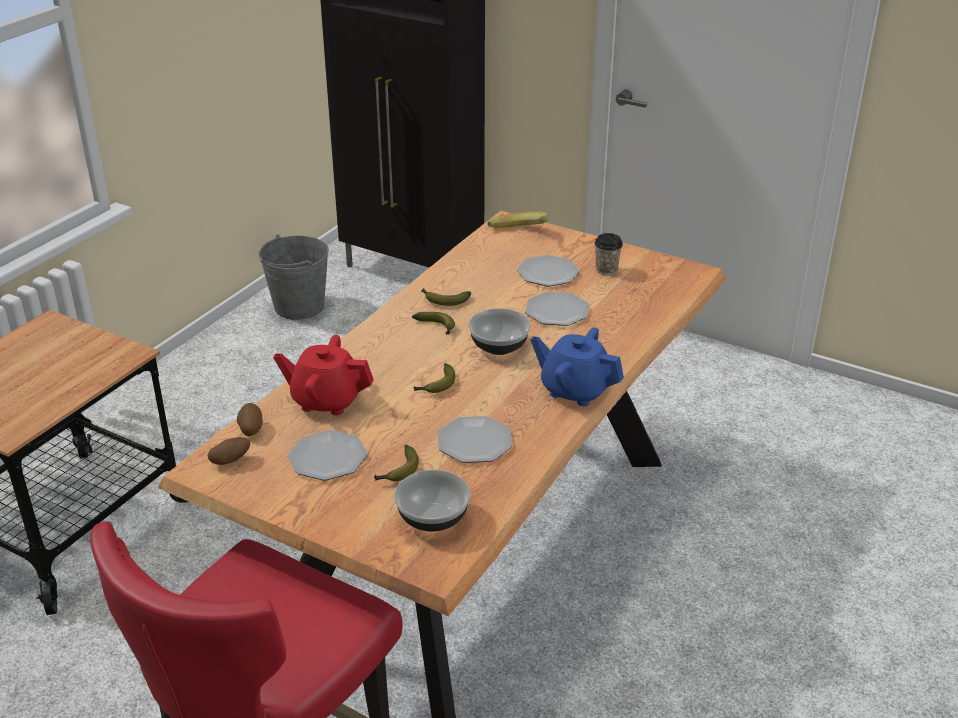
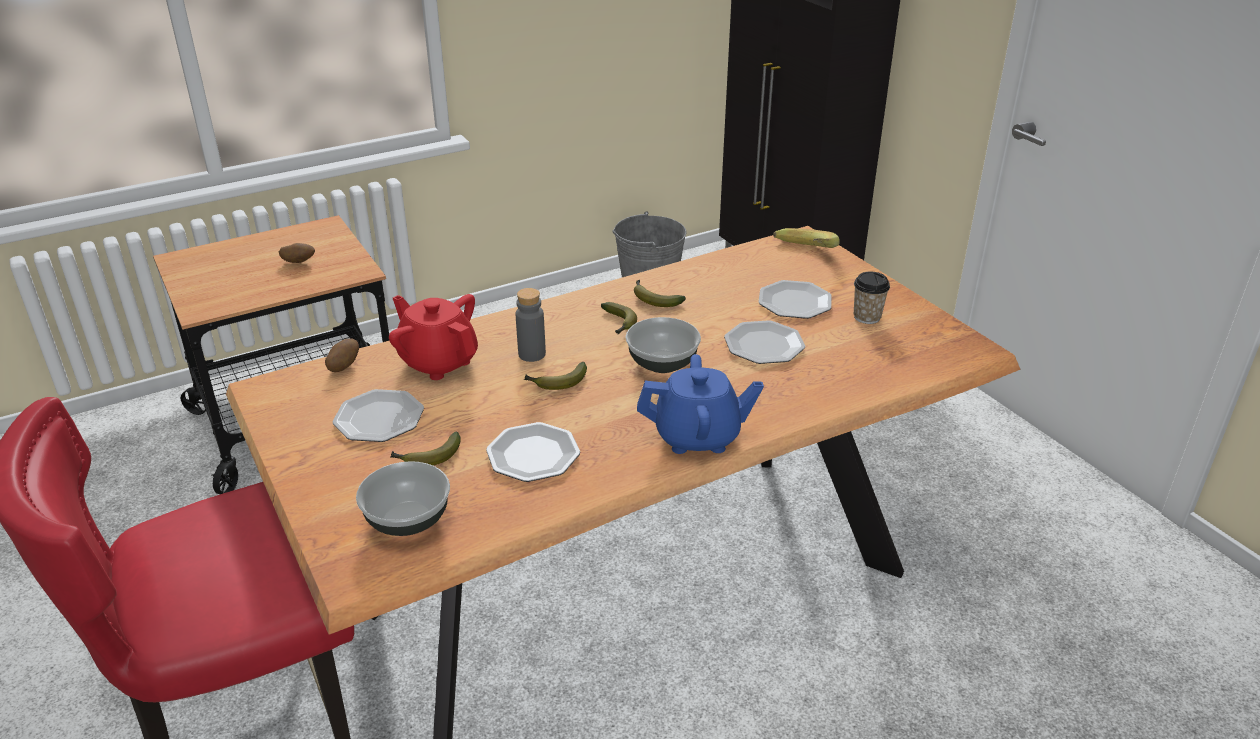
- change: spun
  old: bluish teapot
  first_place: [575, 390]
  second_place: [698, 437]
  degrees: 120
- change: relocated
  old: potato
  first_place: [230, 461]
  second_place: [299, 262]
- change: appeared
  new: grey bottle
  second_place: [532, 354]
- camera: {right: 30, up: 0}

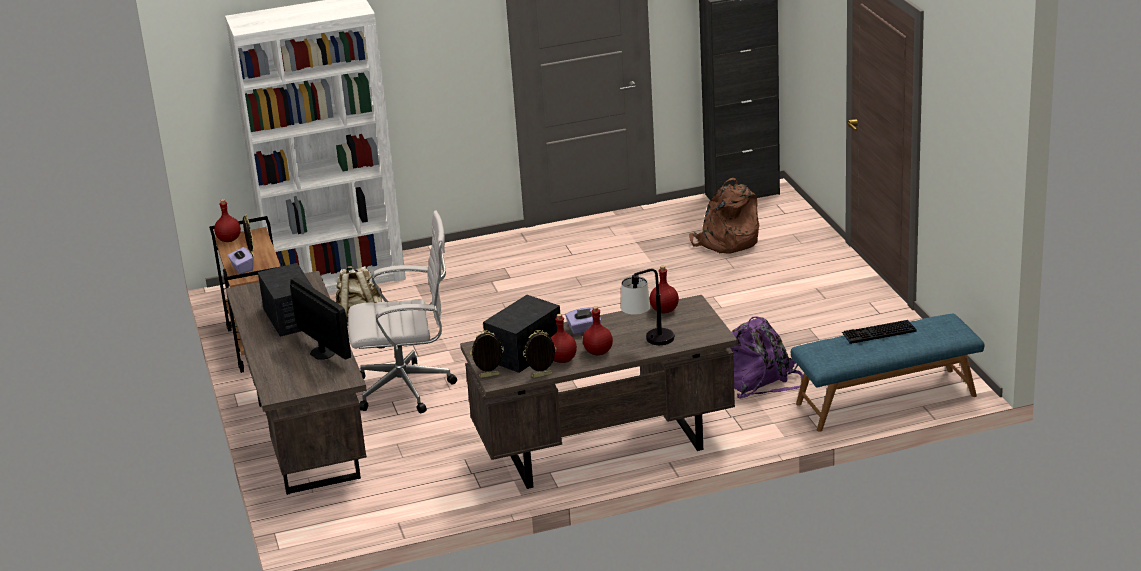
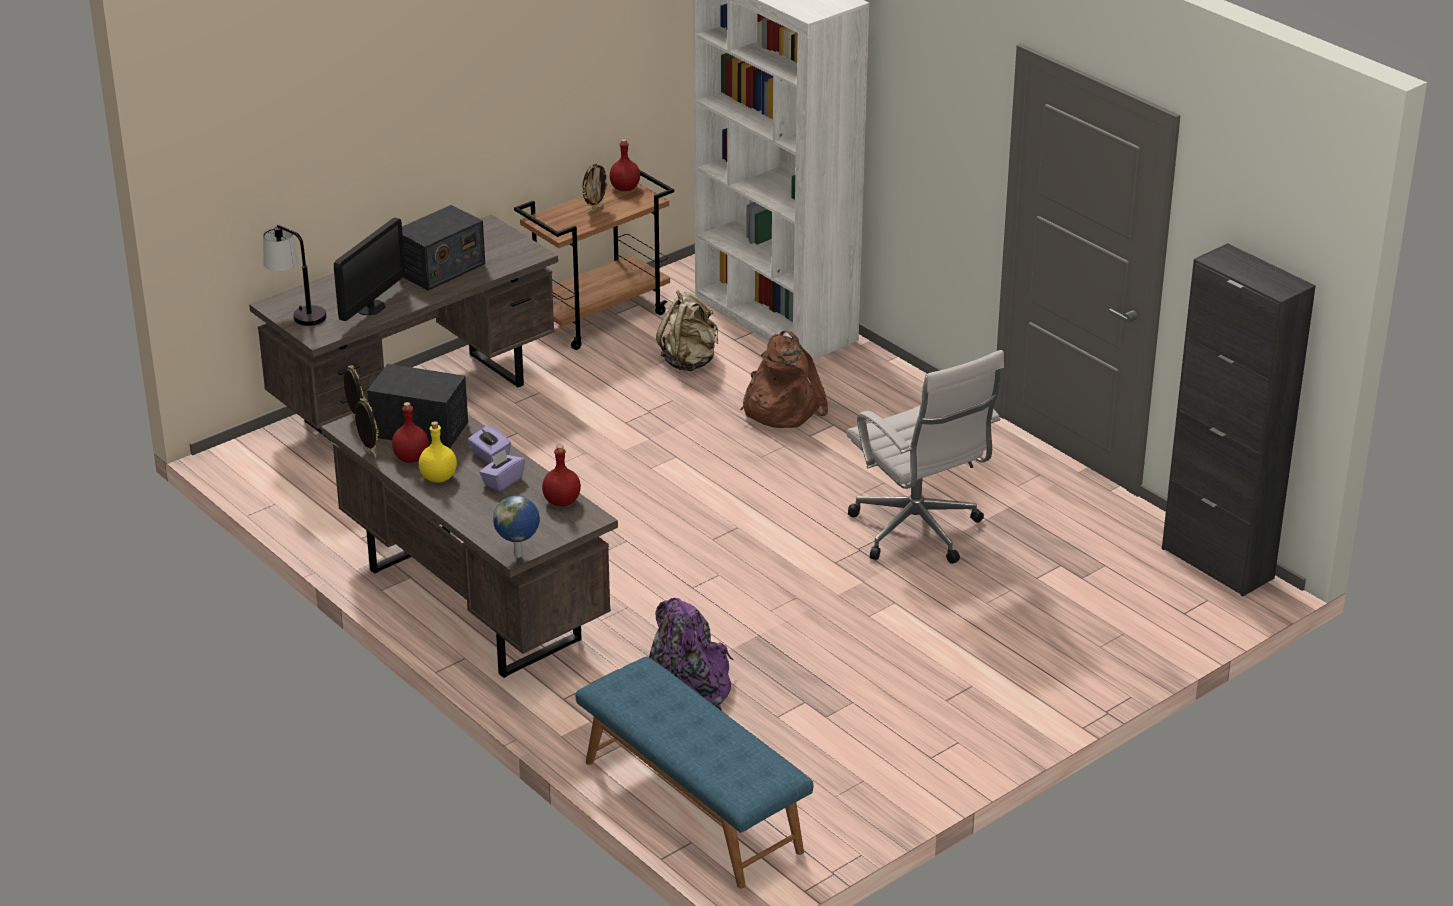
- change: relocated
  old: brown-coloured knapsack
  first_place: [726, 242]
  second_place: [780, 408]
- change: relocated
  old: whitish computer chair
  first_place: [409, 389]
  second_place: [919, 533]
- change: relocated
  old: purple tissue holder
  first_place: [242, 268]
  second_place: [502, 481]
- change: relocated
  old: table lamp
  first_place: [649, 343]
  second_place: [297, 313]
- change: colour
  old: reddish bottle
  new: yellow-coloured bottle
  first_place: [597, 352]
  second_place: [438, 477]
- change: missing
  old: computer keyboard
  first_place: [878, 332]
- change: appeared
  new: globe
  second_place: [519, 555]
- camera: {right: 65, up: 5}

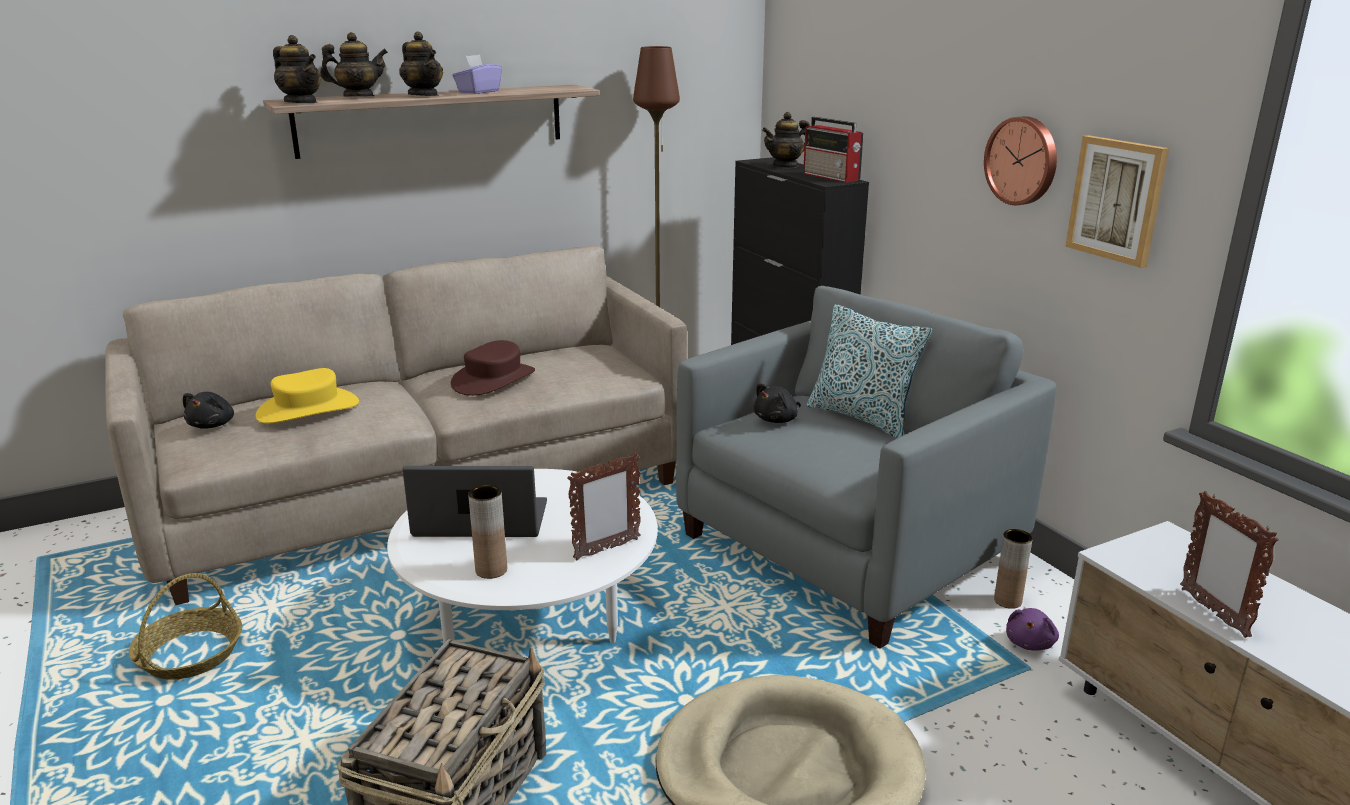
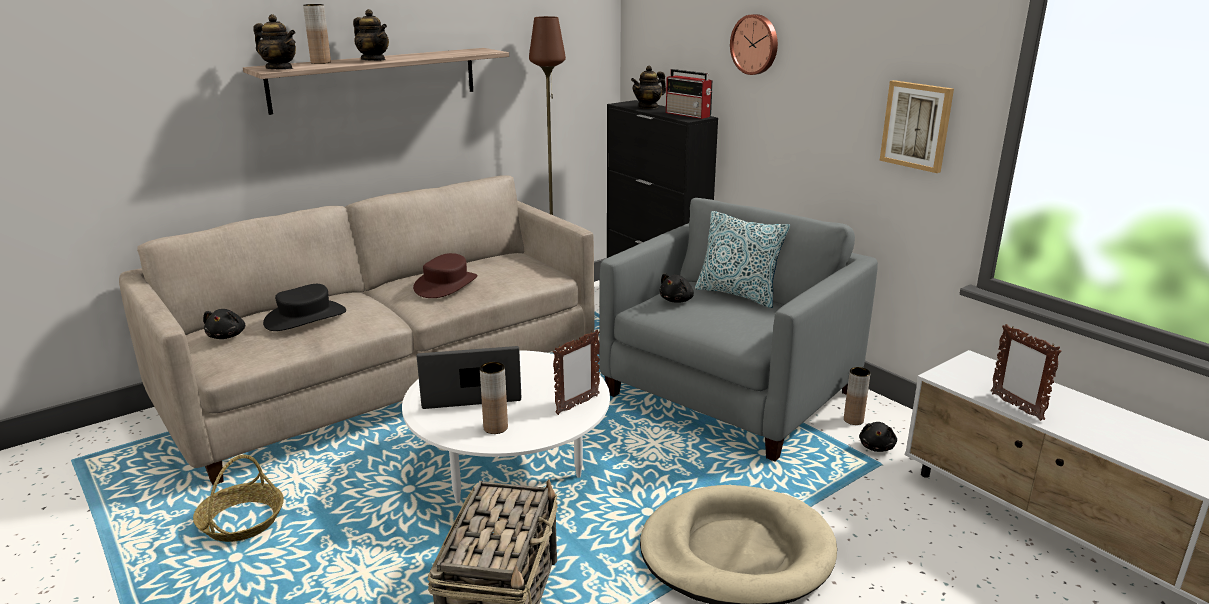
- change: exchanged
  old: teapot
  new: brown-coloured vase
  first_place: [358, 96]
  second_place: [321, 62]
- change: missing
  old: purple tissue holder
  first_place: [478, 92]
- change: relocated
  old: wall clock
  first_place: [1023, 160]
  second_place: [755, 44]
- change: colour
  old: yellow-coloured wearable hat
  new: black wearable hat
  first_place: [308, 409]
  second_place: [305, 317]
- change: colour
  old: purple soft toy
  new: black soft toy
  first_place: [1030, 643]
  second_place: [876, 447]
- camera: {right: -10, up: 0}

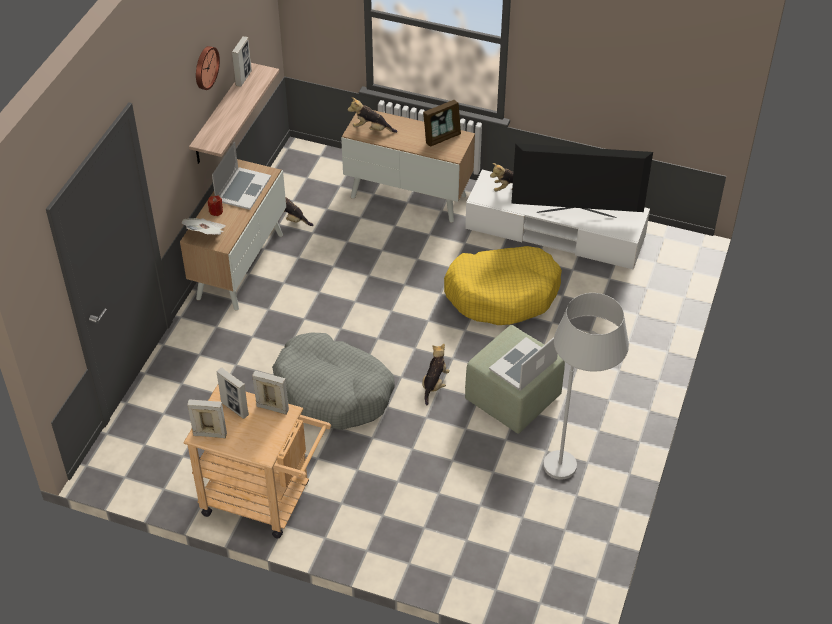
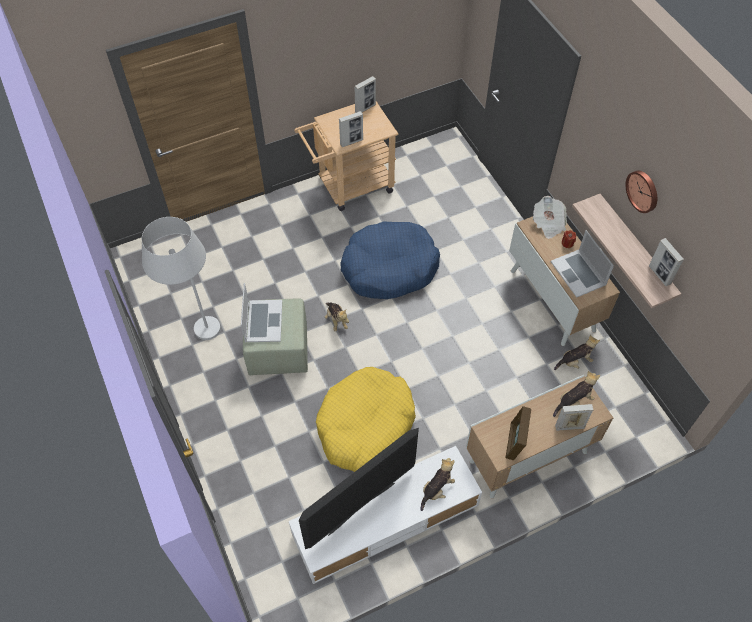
- change: colour
  old: grey dog bed
  new: bluish dog bed
  first_place: [333, 391]
  second_place: [389, 268]
- change: relocated
  old: picture frame
  first_place: [235, 409]
  second_place: [569, 427]
- camera: {right: 135, up: 10}

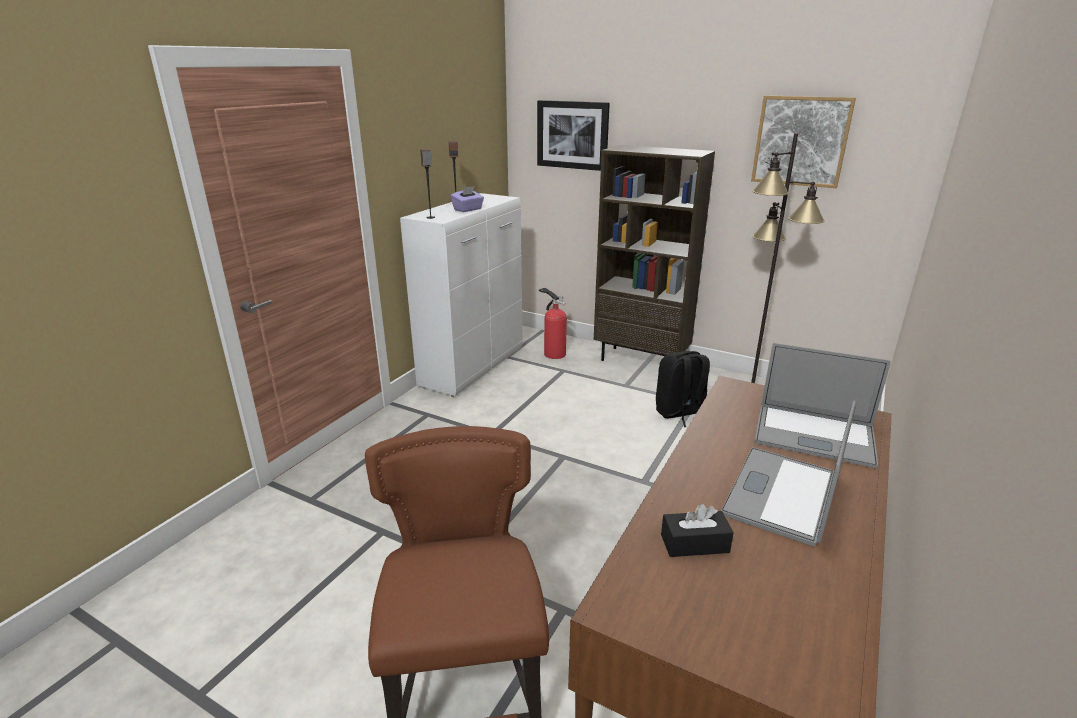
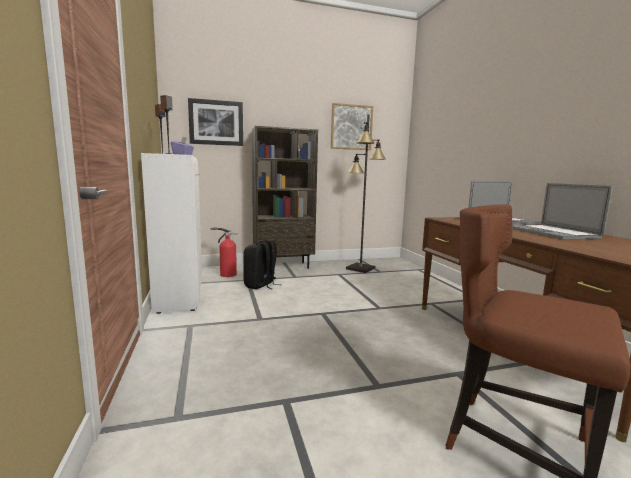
- change: relocated
  old: black knapsack
  first_place: [680, 413]
  second_place: [261, 285]
- change: missing
  old: black tissue holder
  first_place: [694, 543]
- camera: {right: -45, up: -15}

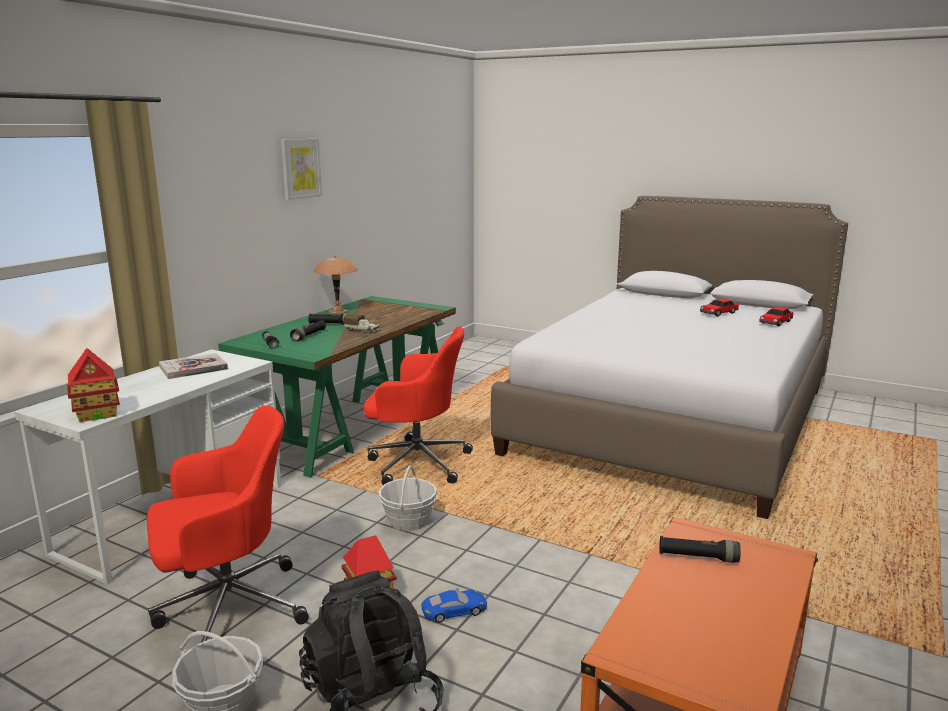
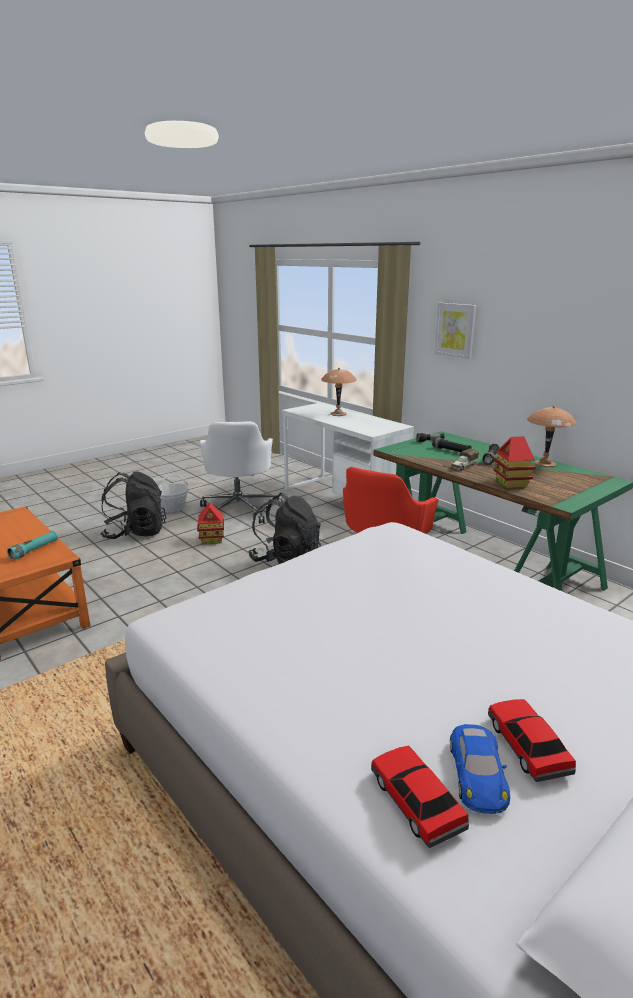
- change: relocated
  old: wall art
  first_place: [300, 168]
  second_place: [455, 330]
- change: relocated
  old: miniature house
  first_place: [97, 414]
  second_place: [511, 483]
- change: missing
  old: book
  first_place: [193, 368]
- change: colour
  old: reddish computer chair
  new: whitish computer chair
  first_place: [227, 607]
  second_place: [239, 510]
- change: exchanged
  old: storage basket
  new: black knapsack
  first_place: [408, 521]
  second_place: [286, 560]
- change: colour
  old: black hand torch
  new: blue-green hand torch
  first_place: [698, 557]
  second_place: [34, 550]
- change: relocated
  old: bluish toy car
  first_place: [454, 610]
  second_place: [477, 773]
- change: appeared
  new: brown-coloured table lamp
  second_place: [338, 414]
- camera: {right: 110, up: 5}

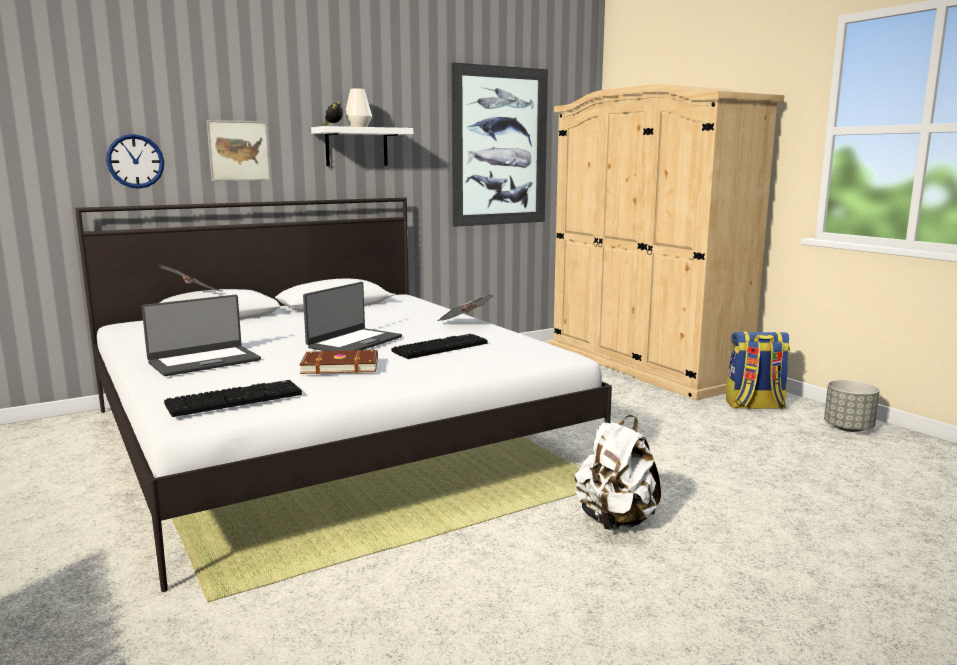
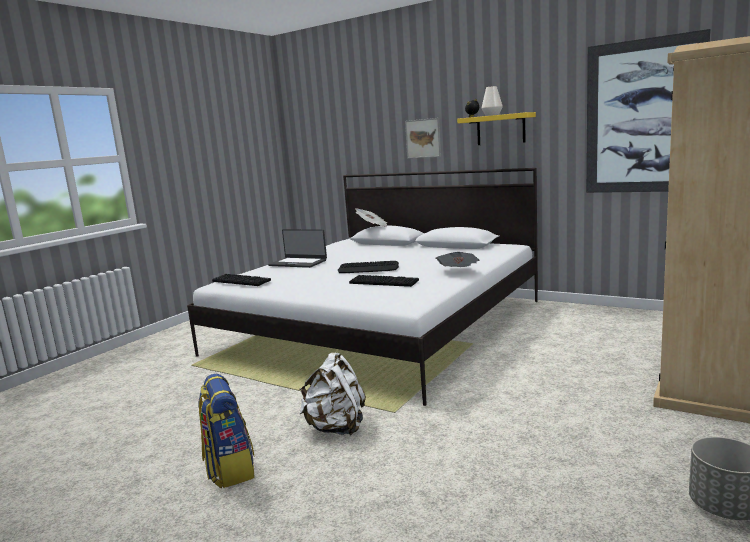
- change: colour
  old: whitish wall shelf
  new: yellow-coloured wall shelf
  first_place: [356, 147]
  second_place: [501, 129]
- change: missing
  old: wall clock
  first_place: [135, 161]
- change: exchanged
  old: laptop
  new: computer keyboard
  first_place: [354, 342]
  second_place: [368, 268]
- change: relocated
  old: knapsack
  first_place: [754, 406]
  second_place: [229, 469]
- change: missing
  old: brown-coloured book
  first_place: [339, 365]
- camera: {right: 65, up: 0}

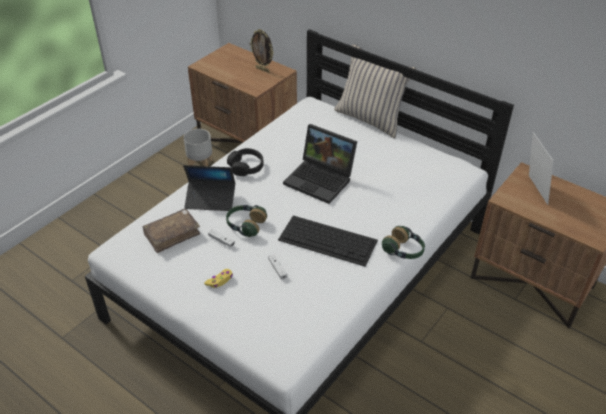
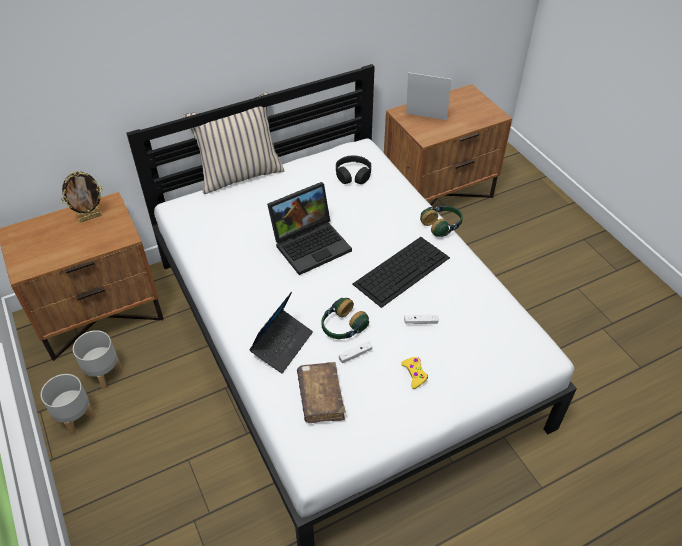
- change: relocated
  old: black headset
  first_place: [246, 167]
  second_place: [353, 175]
- change: appeared
  new: grey plant pot
  second_place: [76, 418]
- camera: {right: -65, up: 5}

